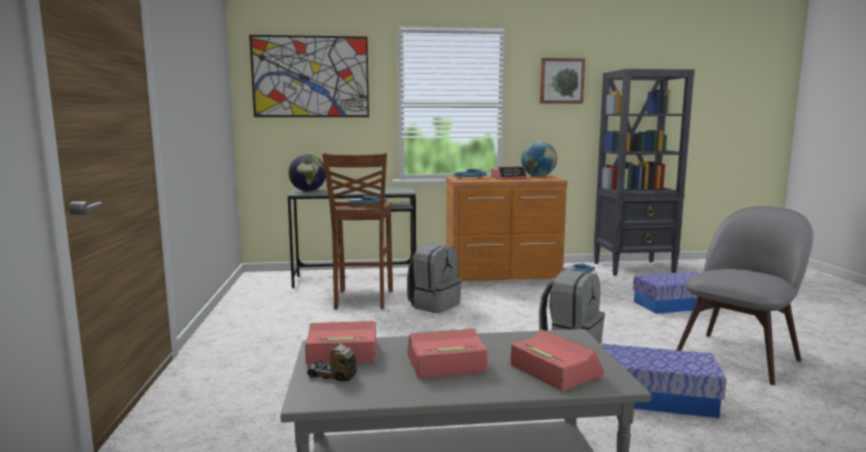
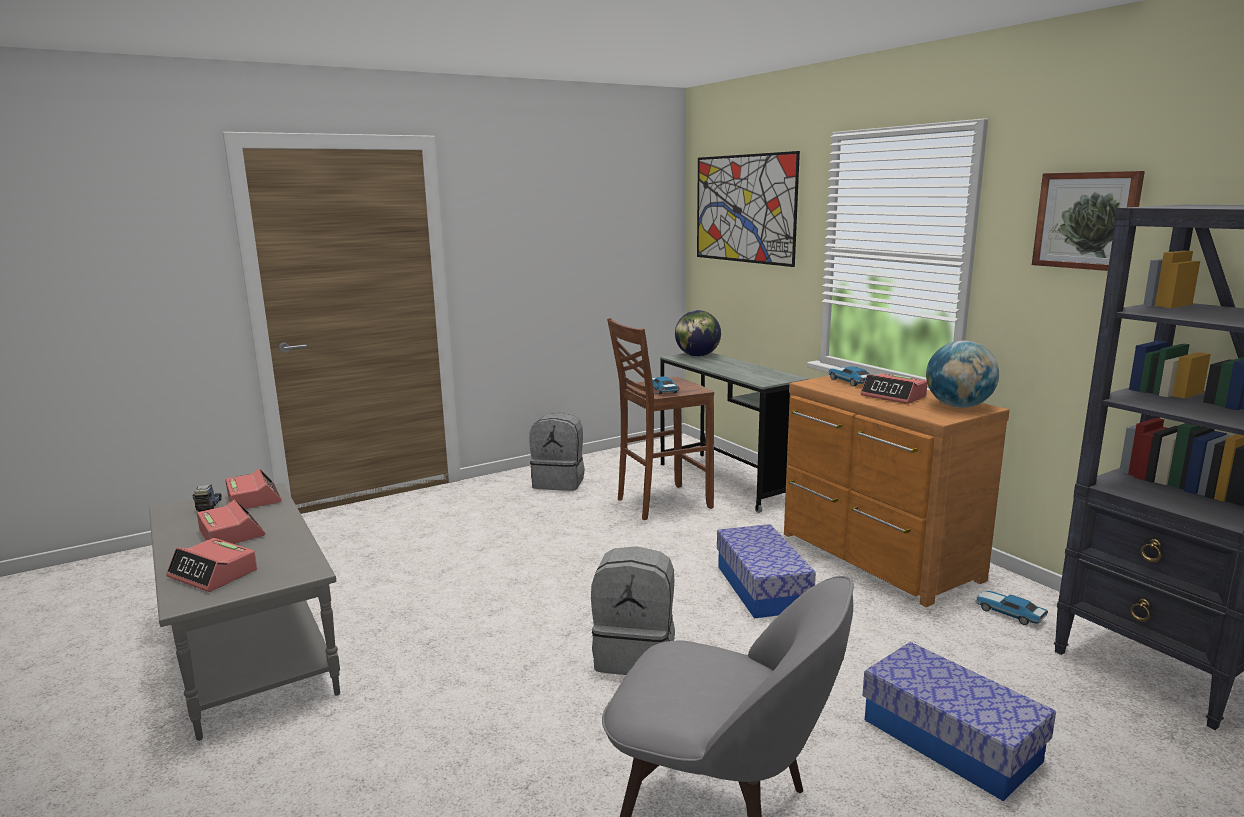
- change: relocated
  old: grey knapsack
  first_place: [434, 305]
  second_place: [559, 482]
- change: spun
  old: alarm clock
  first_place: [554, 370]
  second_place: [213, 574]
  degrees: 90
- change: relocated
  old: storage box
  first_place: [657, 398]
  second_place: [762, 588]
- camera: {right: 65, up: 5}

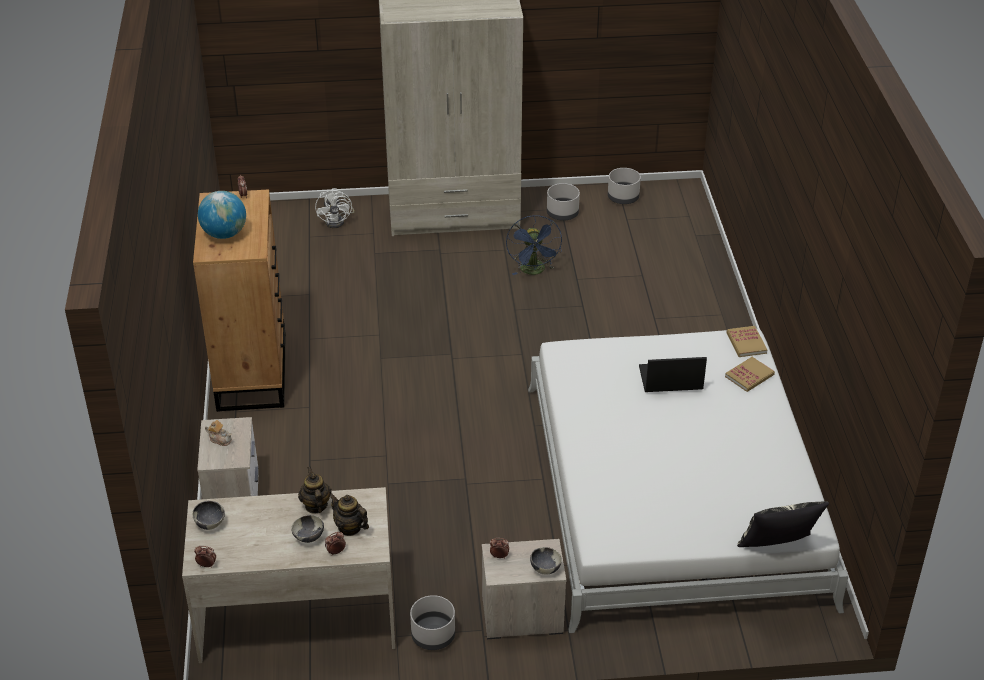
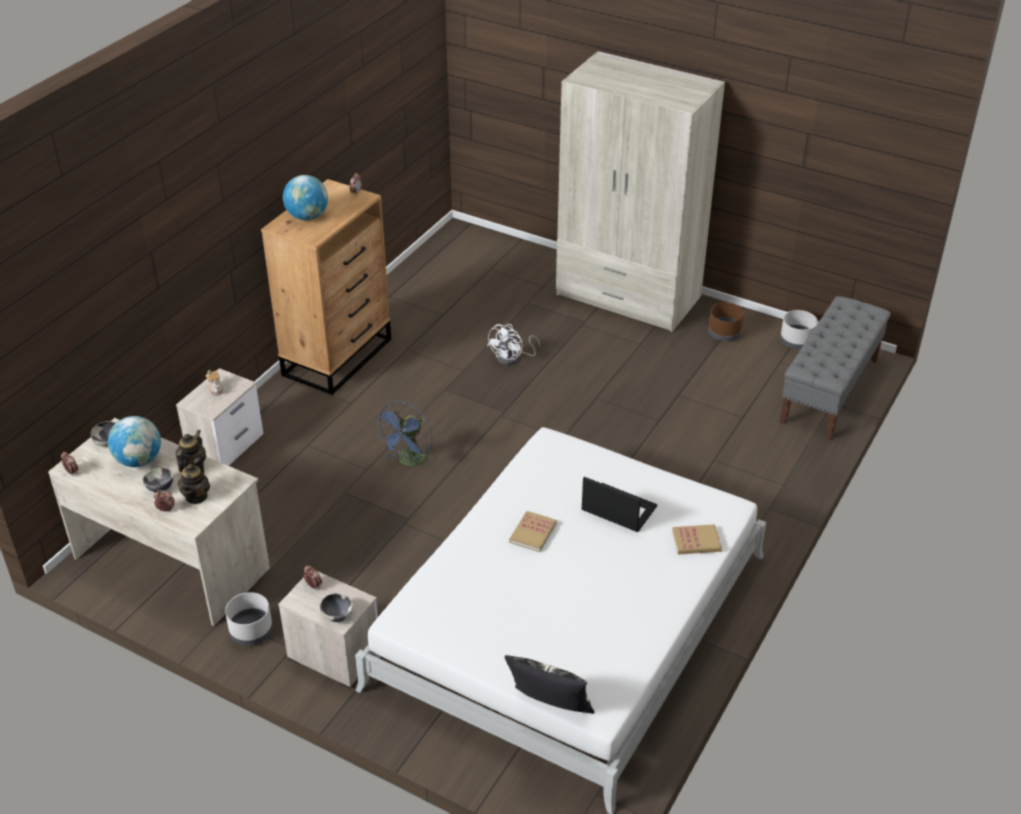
- change: colour
  old: grey plant pot
  new: brown-coloured plant pot
  first_place: [562, 213]
  second_place: [725, 334]
- change: relocated
  old: whitish fan
  first_place: [338, 221]
  second_place: [512, 358]
- change: relocated
  old: bluish fan
  first_place: [534, 271]
  second_place: [409, 462]
- change: relocated
  old: book
  first_place: [746, 343]
  second_place: [533, 533]
- change: spun
  old: teapot
  first_place: [350, 528]
  second_place: [196, 496]
  degrees: -150
- change: appeared
  new: grey indoor bench
  second_place: [829, 391]
- change: appeared
  new: globe
  second_place: [139, 460]
- camera: {right: 35, up: 0}

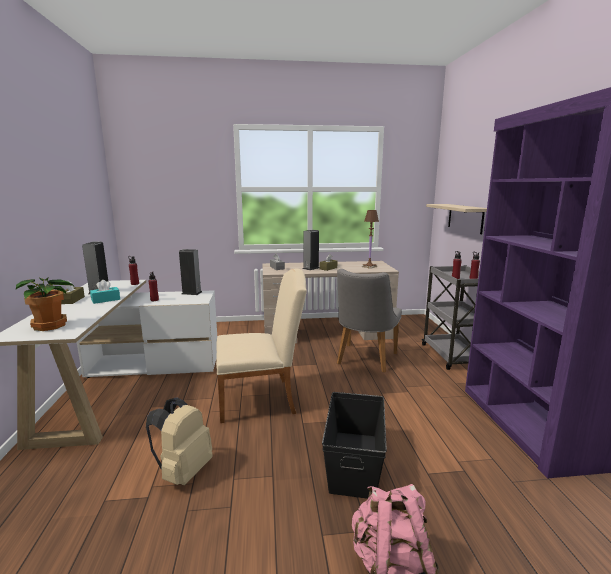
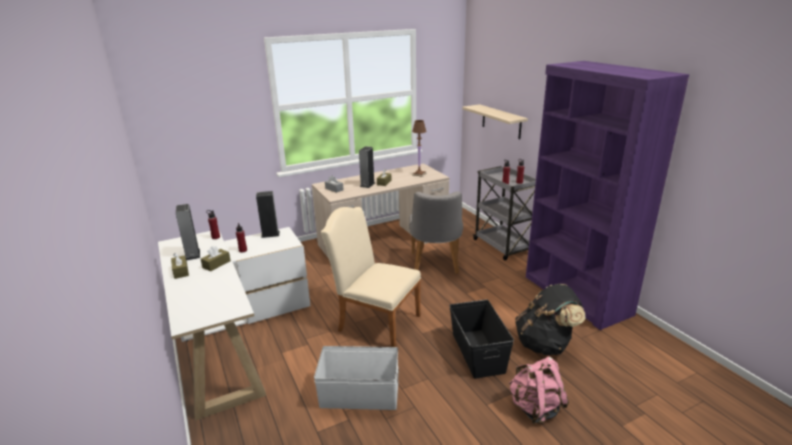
- change: spun
  old: sand-coloured plain chair
  first_place: [262, 399]
  second_place: [375, 321]
  degrees: -120
- change: missing
  old: houseplant
  first_place: [51, 326]
- change: colour
  old: blue-green tissue holder
  new: brown-coloured tissue holder
  first_place: [106, 300]
  second_place: [216, 264]
- change: exchanged
  old: sand-coloured knapsack
  new: whitish storage box
  first_place: [183, 471]
  second_place: [359, 395]
- change: appeared
  new: black knapsack
  second_place: [545, 344]
- camera: {right: -20, up: 10}

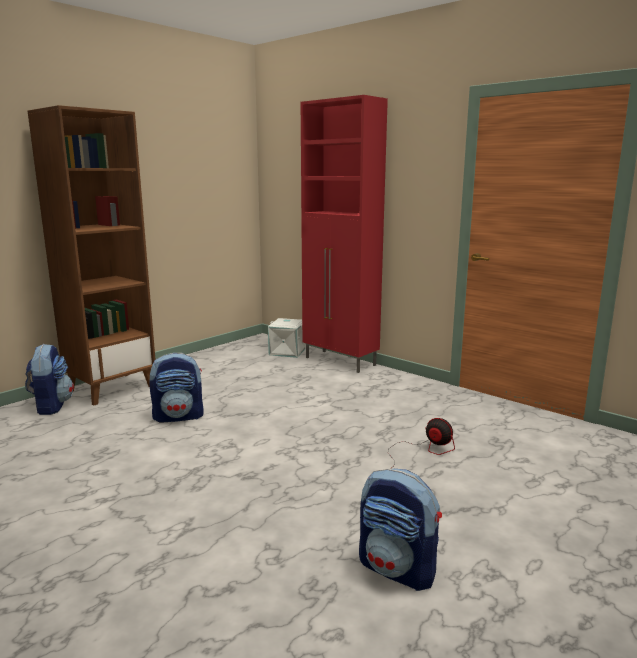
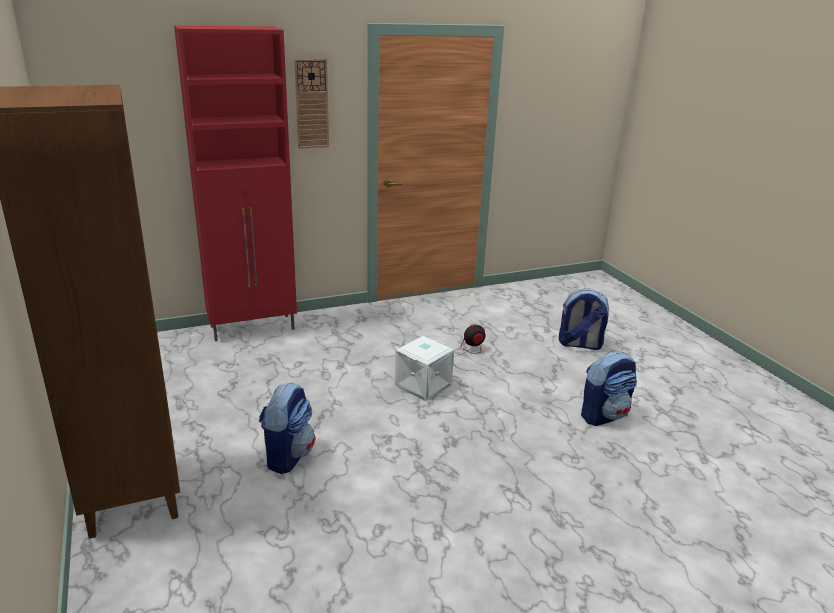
- change: relocated
  old: whitish storage box
  first_place: [287, 351]
  second_place: [422, 384]
- change: relocated
  old: knapsack
  first_place: [51, 406]
  second_place: [579, 344]
- change: appeared
  new: wall clock
  second_place: [312, 104]
- camera: {right: -65, up: 10}

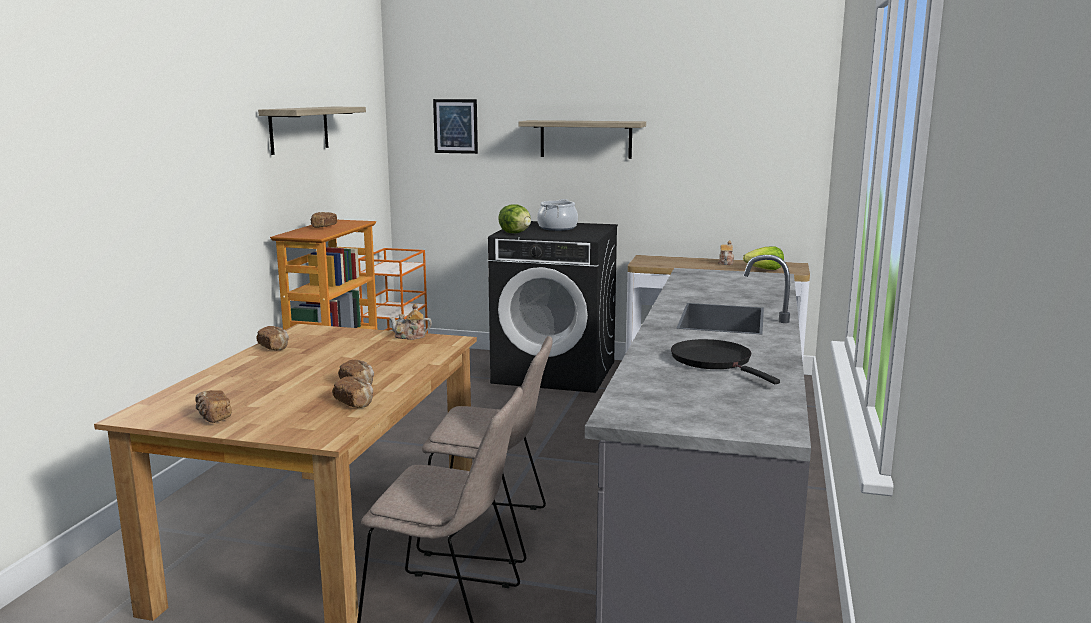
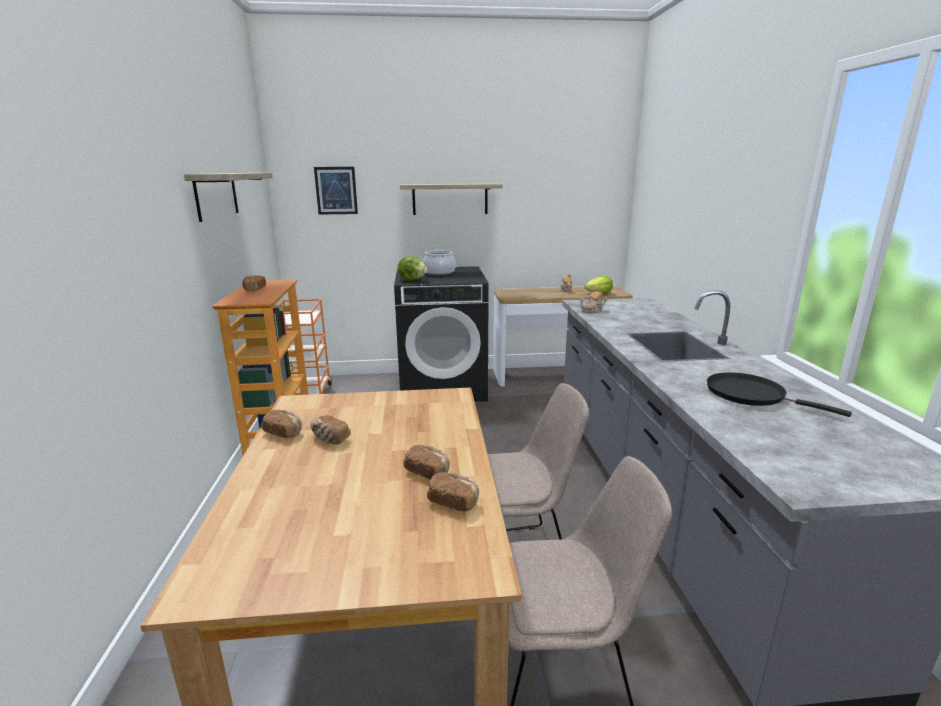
- change: relocated
  old: teapot
  first_place: [410, 336]
  second_place: [592, 311]
- change: relocated
  old: baked bread
  first_place: [213, 417]
  second_place: [330, 439]
- camera: {right: -20, up: 5}

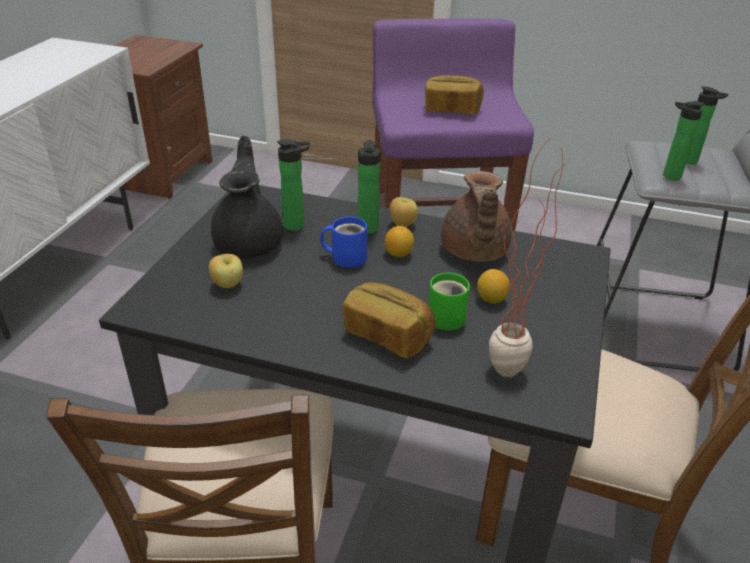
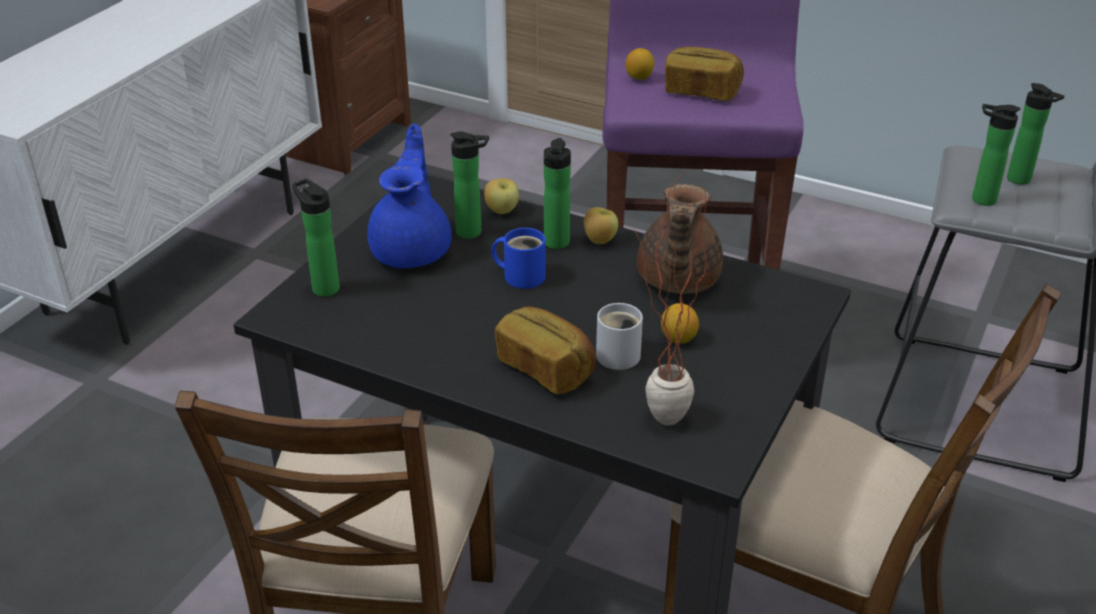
- change: colour
  old: black teapot
  new: bluish teapot
  first_place: [250, 243]
  second_place: [413, 250]
- change: relocated
  old: lemon
  first_place: [398, 254]
  second_place: [639, 77]
- change: relocated
  old: apple
  first_place: [228, 284]
  second_place: [502, 211]
- change: colour
  old: green-coloured mug
  new: whitish mug
  first_place: [446, 315]
  second_place: [619, 352]
- change: appeared
  new: bottle
  second_place: [323, 287]
- camera: {right: 10, up: 0}

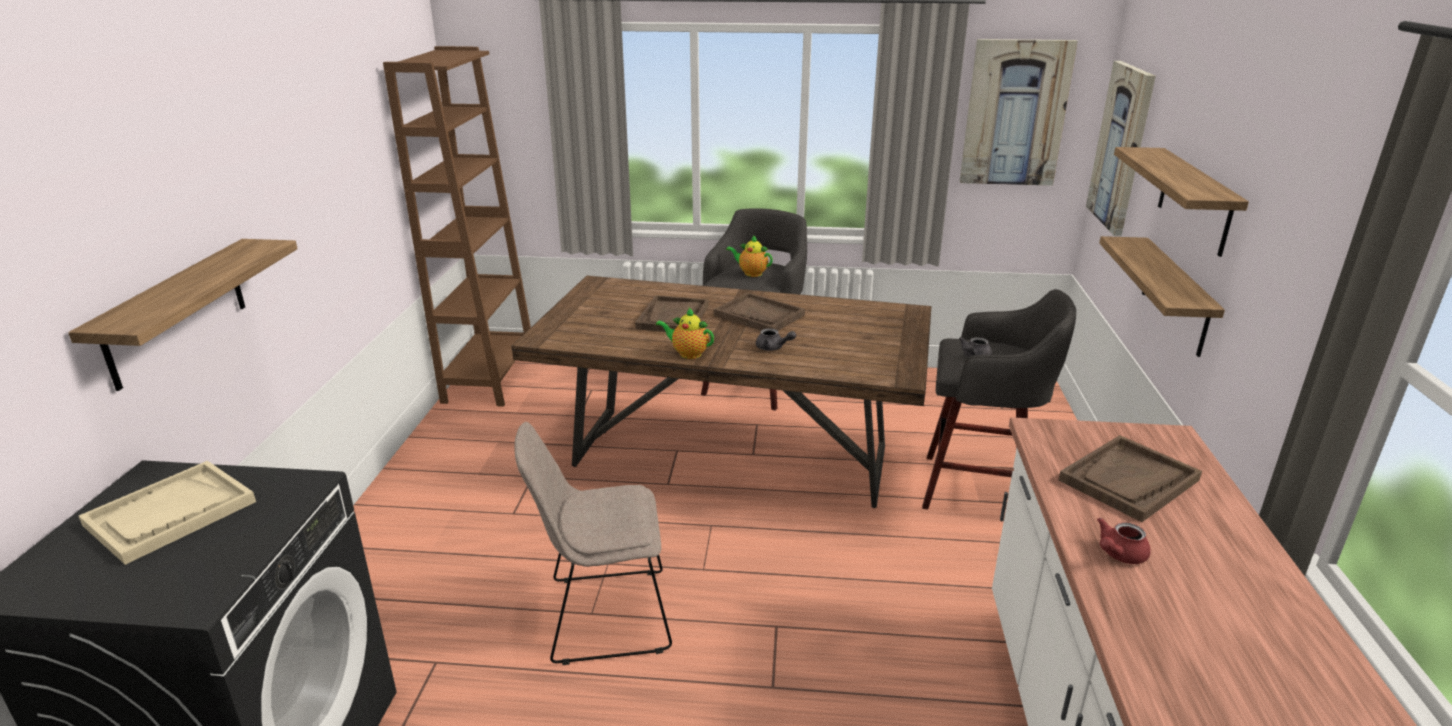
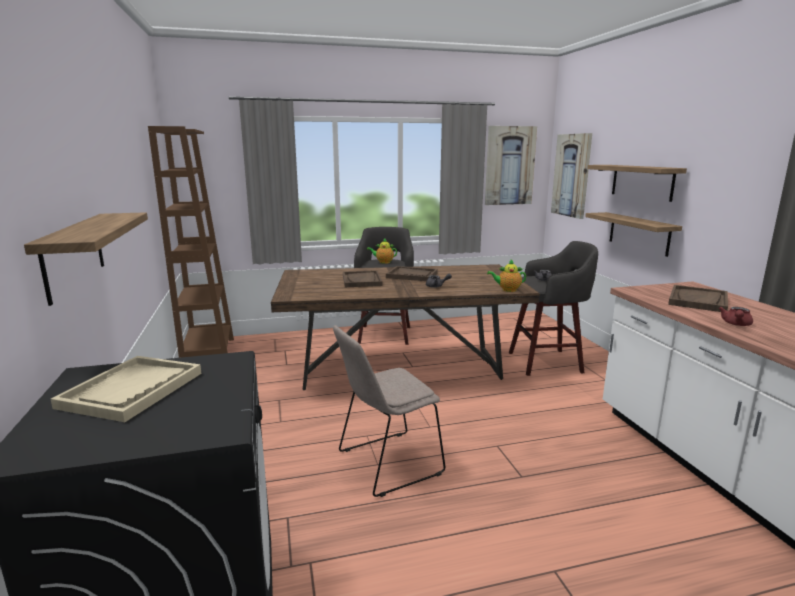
- change: relocated
  old: teapot
  first_place: [688, 353]
  second_place: [507, 290]
- camera: {right: -20, up: -10}

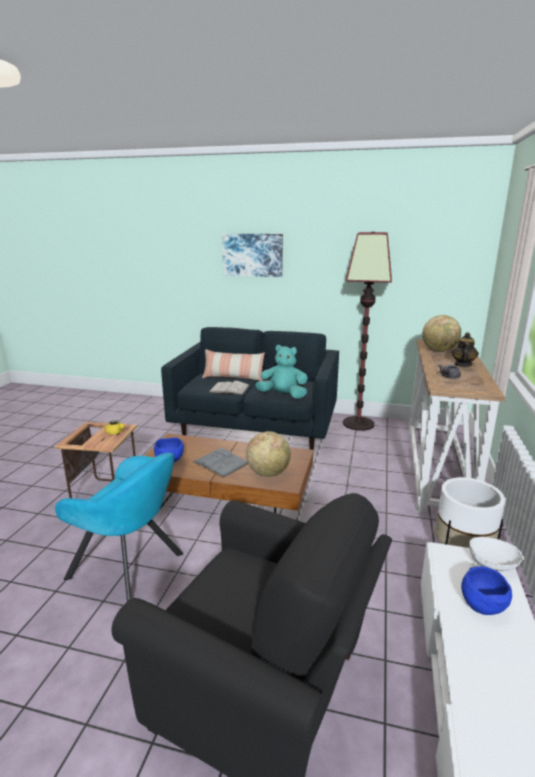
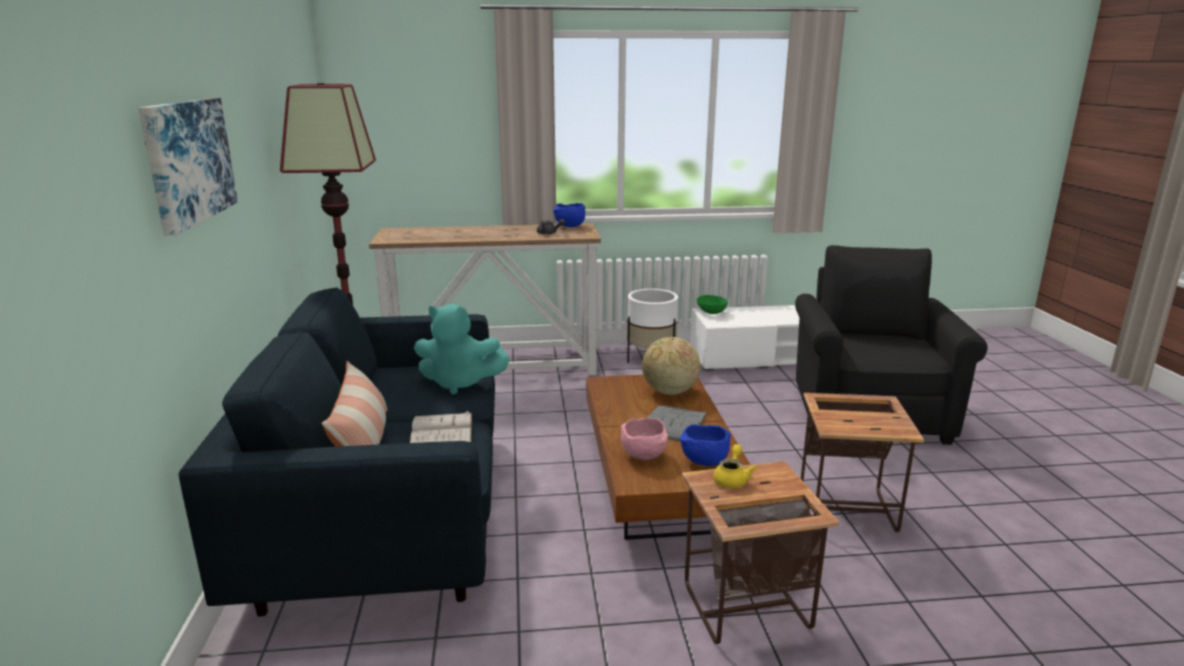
- change: missing
  old: globe
  first_place: [439, 351]
- change: missing
  old: teapot
  first_place: [462, 365]
- change: spun
  old: blue-green soft toy
  first_place: [283, 395]
  second_place: [460, 383]
  degrees: -75
- change: exchanged
  old: blue-green easy chair
  new: end table
  first_place: [130, 567]
  second_place: [848, 510]
- change: colour
  old: whitish deep dish
  new: green-coloured deep dish
  first_place: [492, 564]
  second_place: [711, 312]
- change: relocated
  old: bluish deep dish
  first_place: [481, 605]
  second_place: [569, 226]
- change: appeared
  new: pink deep dish
  second_place: [645, 456]
- camera: {right: -110, up: 0}

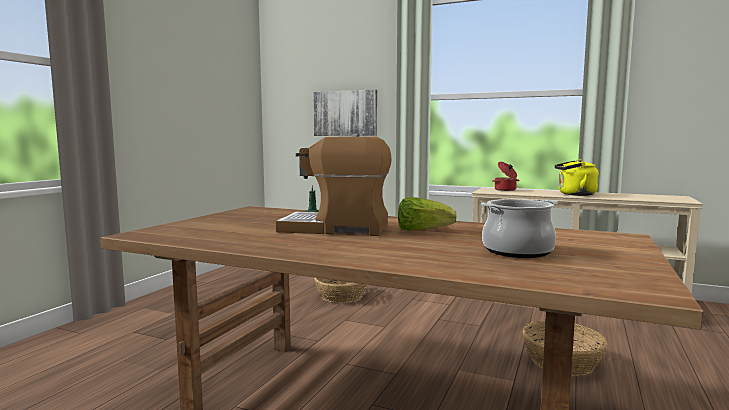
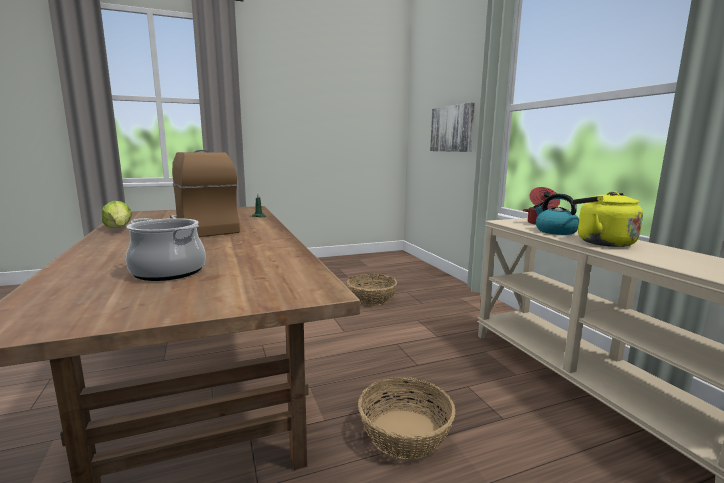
- change: relocated
  old: lettuce
  first_place: [422, 231]
  second_place: [119, 229]
- change: appeared
  new: tea kettle
  second_place: [555, 231]
- camera: {right: 45, up: 5}

